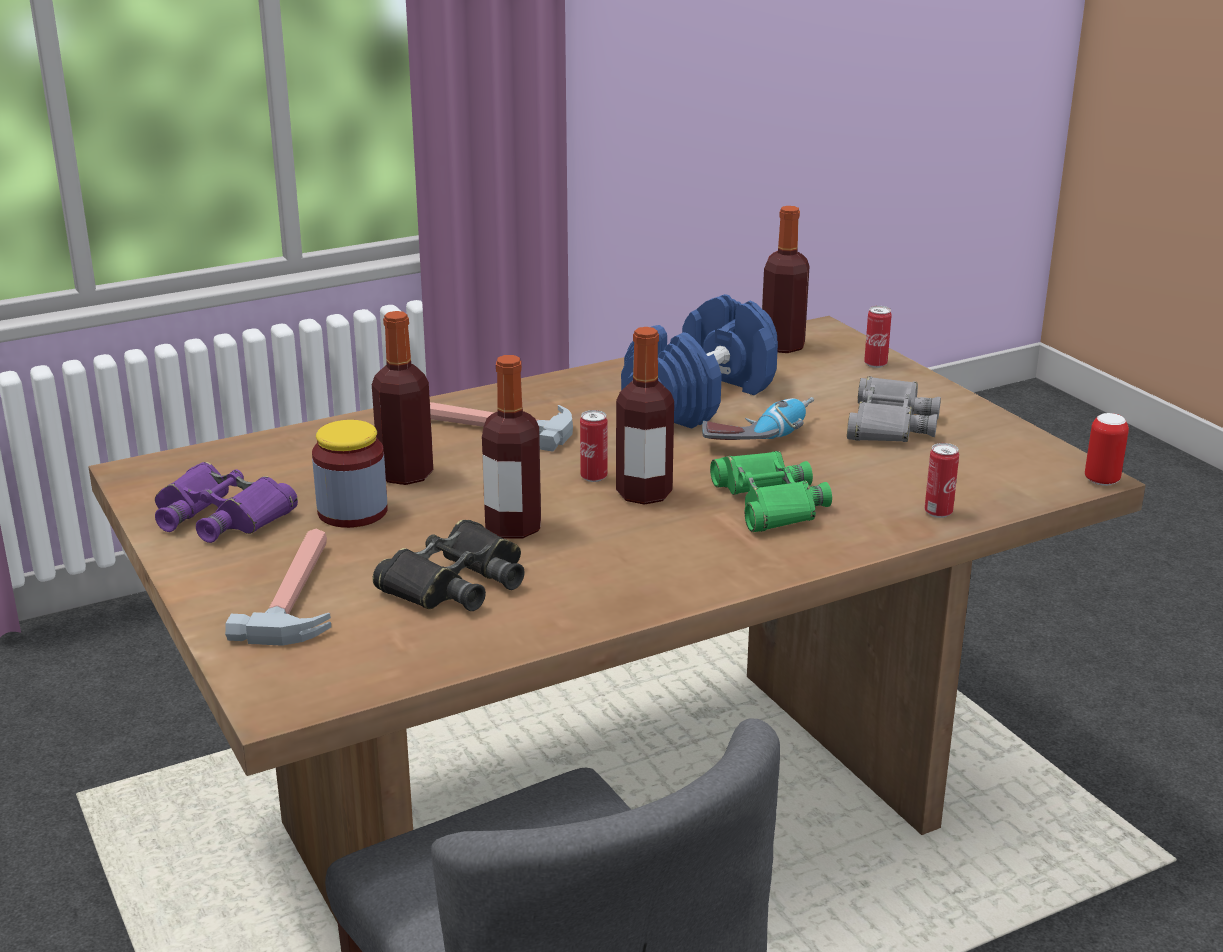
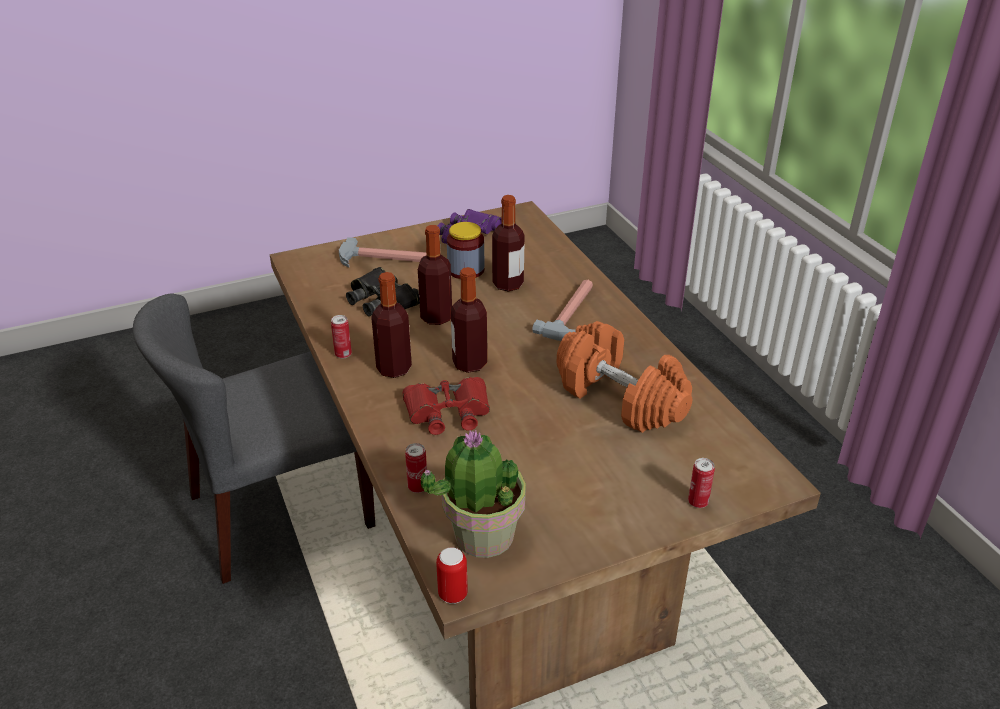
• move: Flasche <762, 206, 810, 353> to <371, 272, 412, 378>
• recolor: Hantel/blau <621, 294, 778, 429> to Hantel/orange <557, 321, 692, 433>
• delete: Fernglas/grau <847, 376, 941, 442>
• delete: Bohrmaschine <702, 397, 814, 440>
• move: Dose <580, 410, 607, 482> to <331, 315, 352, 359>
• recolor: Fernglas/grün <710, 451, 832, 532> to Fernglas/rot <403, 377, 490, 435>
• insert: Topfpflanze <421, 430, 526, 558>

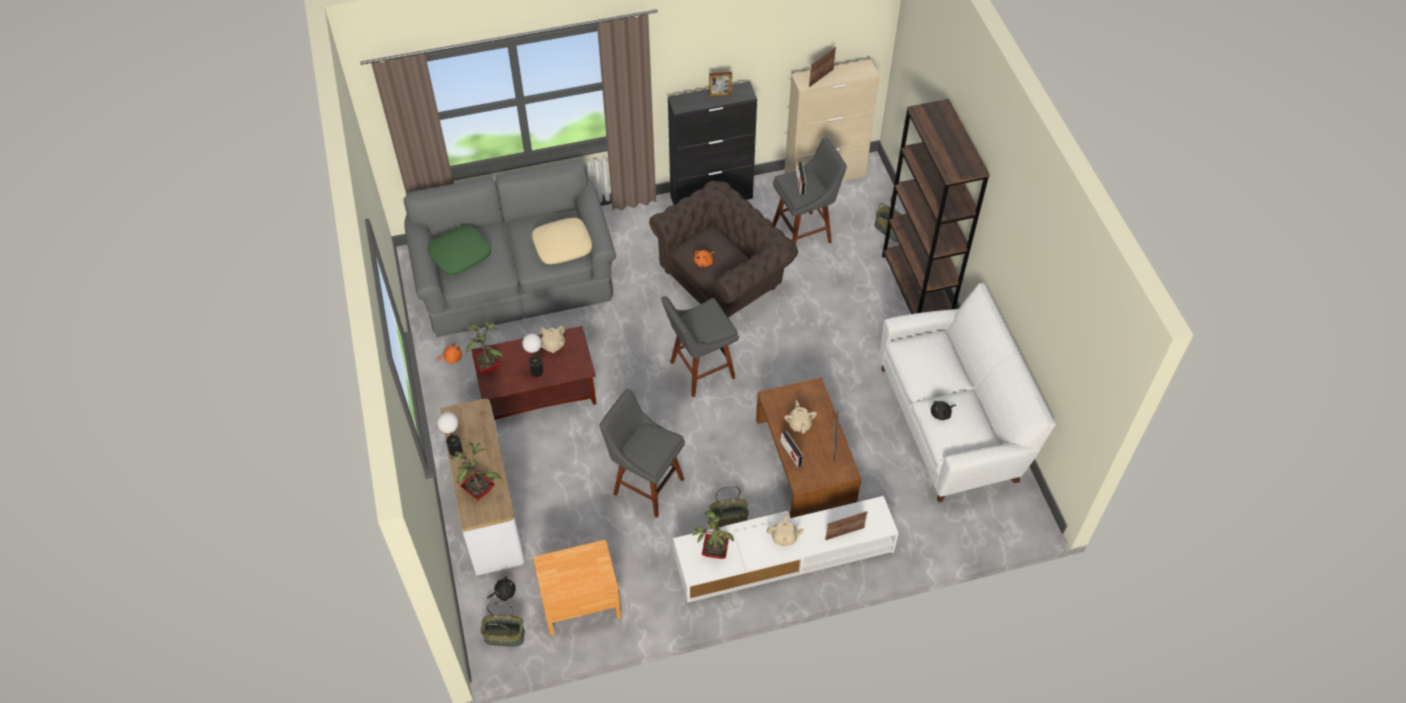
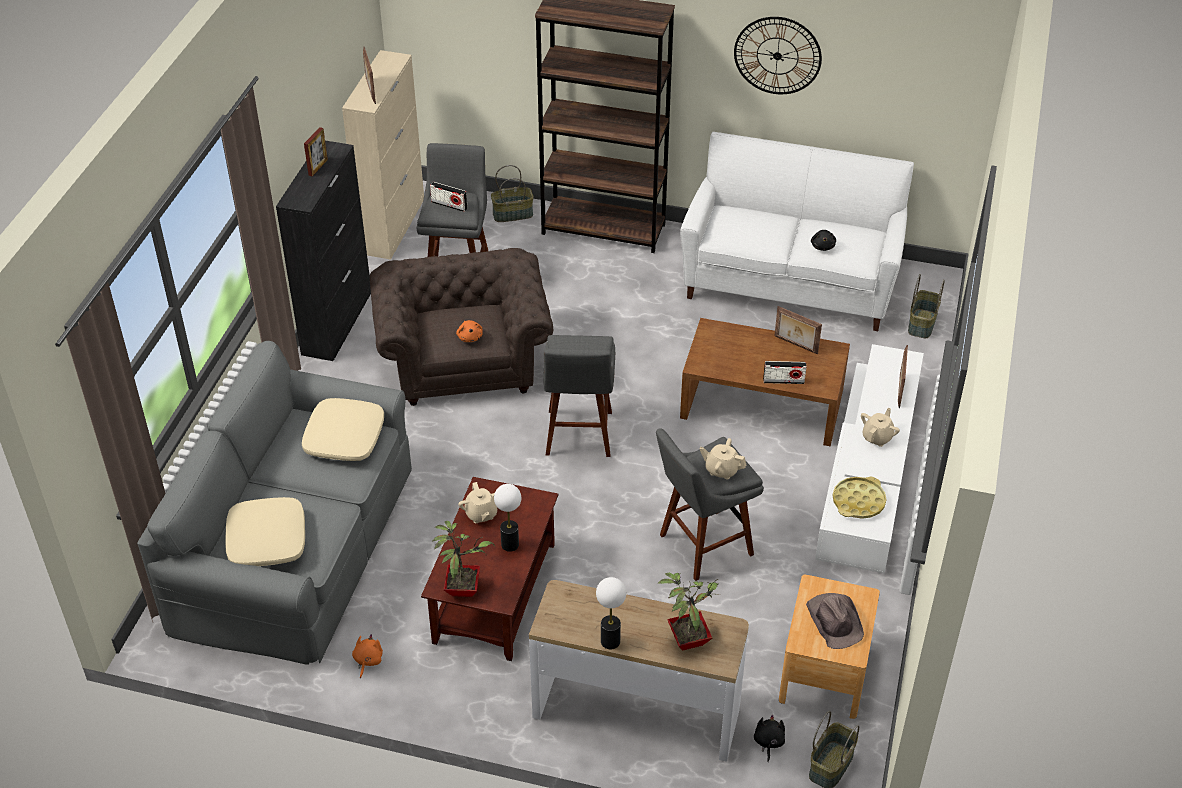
• recolor: Kissen/grün <427, 225, 491, 275> to Kissen/beige <225, 497, 305, 566>
• move: Teekanne/beige <784, 400, 817, 433> to <699, 438, 746, 479>
• move: Korb <708, 486, 749, 529> to <908, 274, 945, 338>
• replace: Topfpflanze <693, 511, 734, 559> to Tablett/gelb <833, 477, 887, 519>
• insert: Wanduhr <734, 17, 822, 94>
• insert: Hut/braun <806, 593, 864, 649>

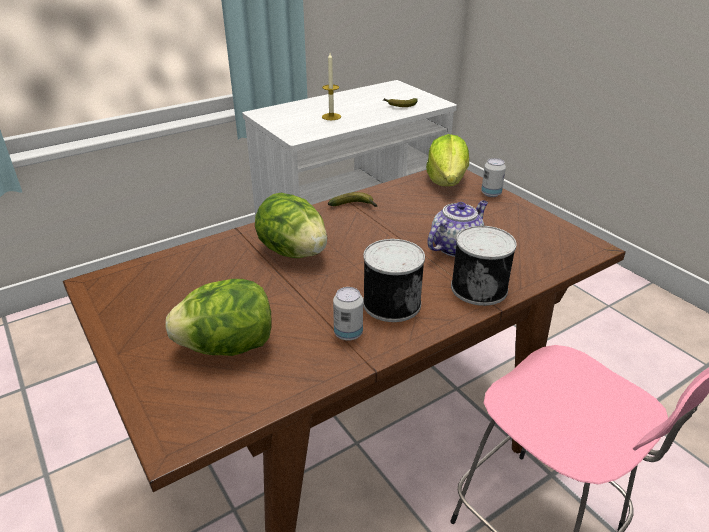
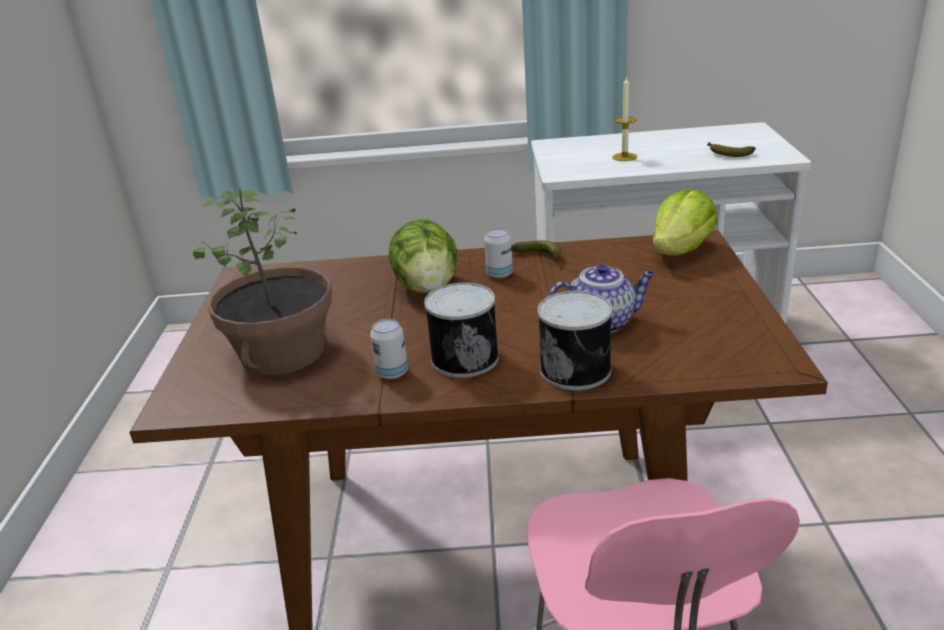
• move: Dose <481, 158, 506, 197> to <484, 228, 513, 279>
• replace: Salatkopf <165, 279, 272, 356> to Topfpflanze <193, 188, 332, 375>

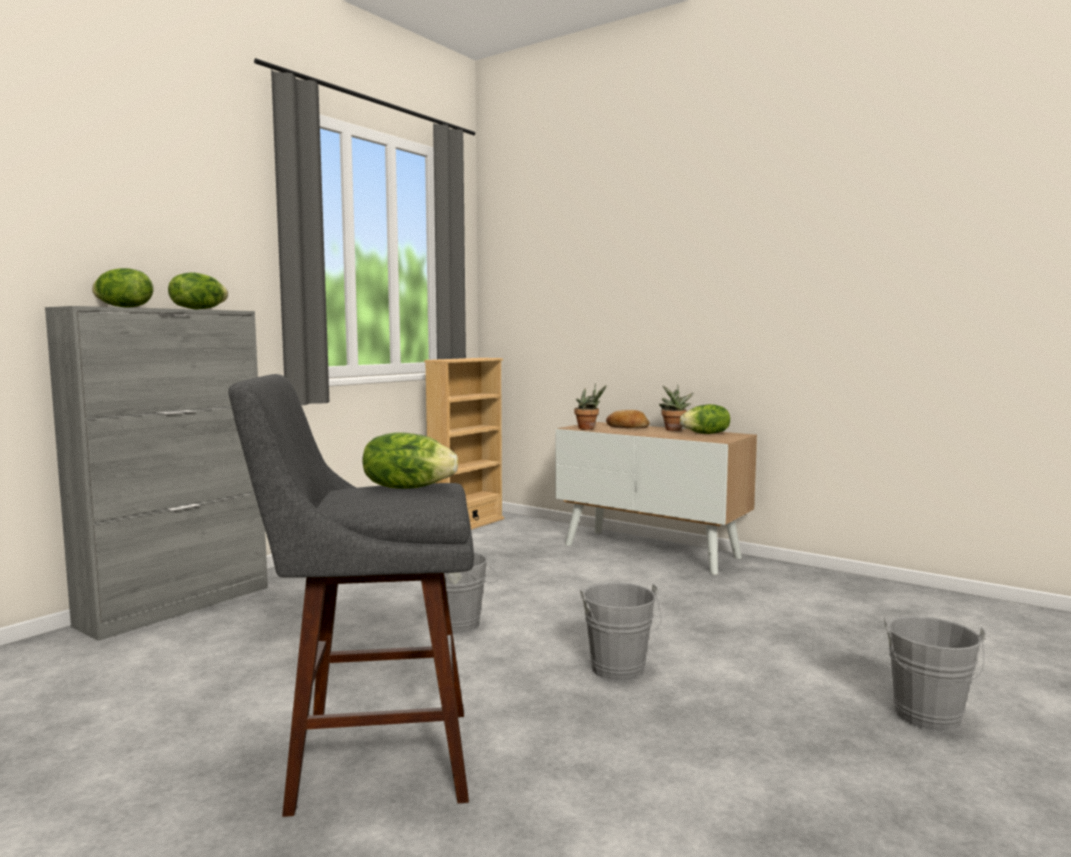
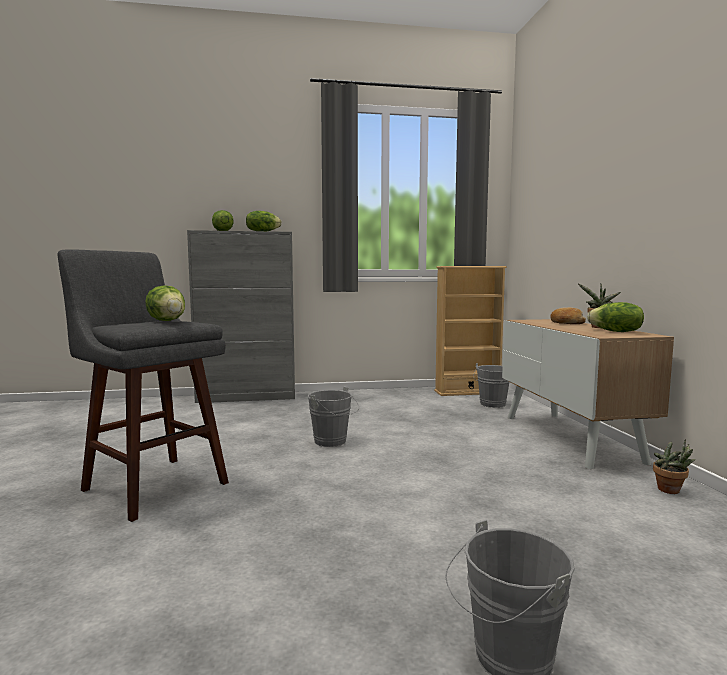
• move: Topfpflanze <574, 383, 607, 430> to <653, 439, 696, 494>
• move: Eimer/grau <580, 583, 662, 682> to <473, 363, 509, 408>

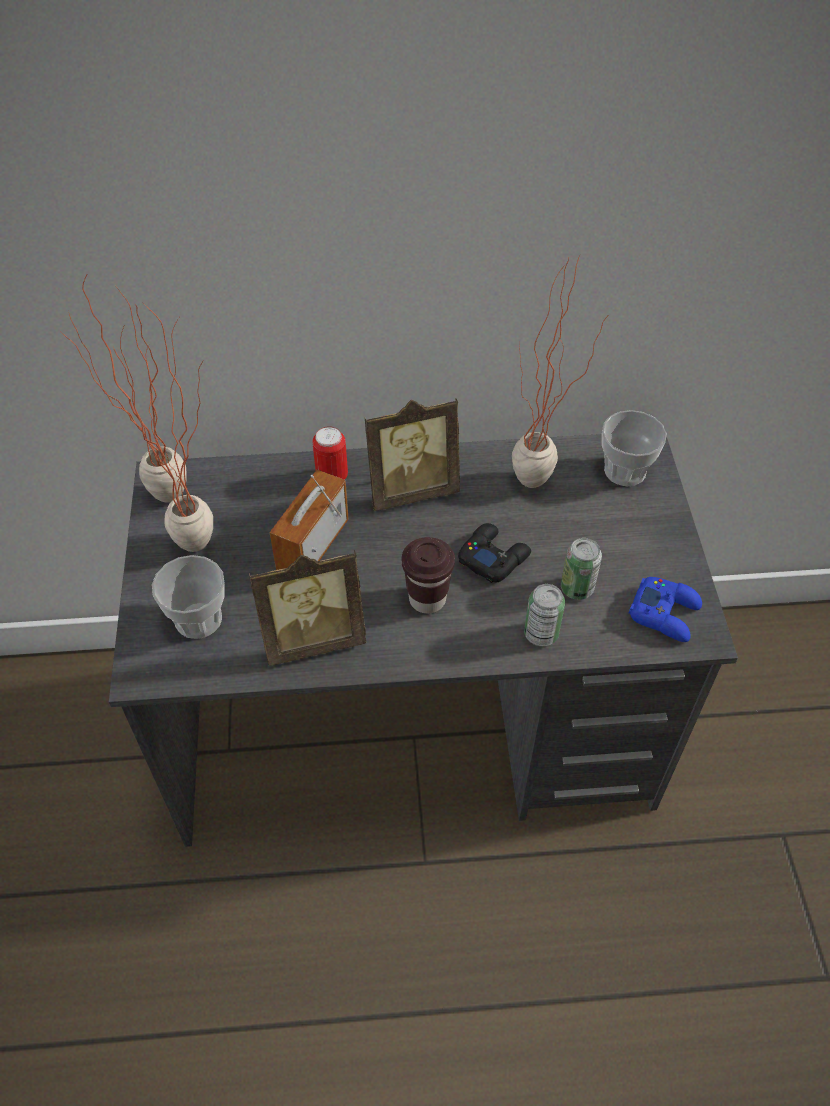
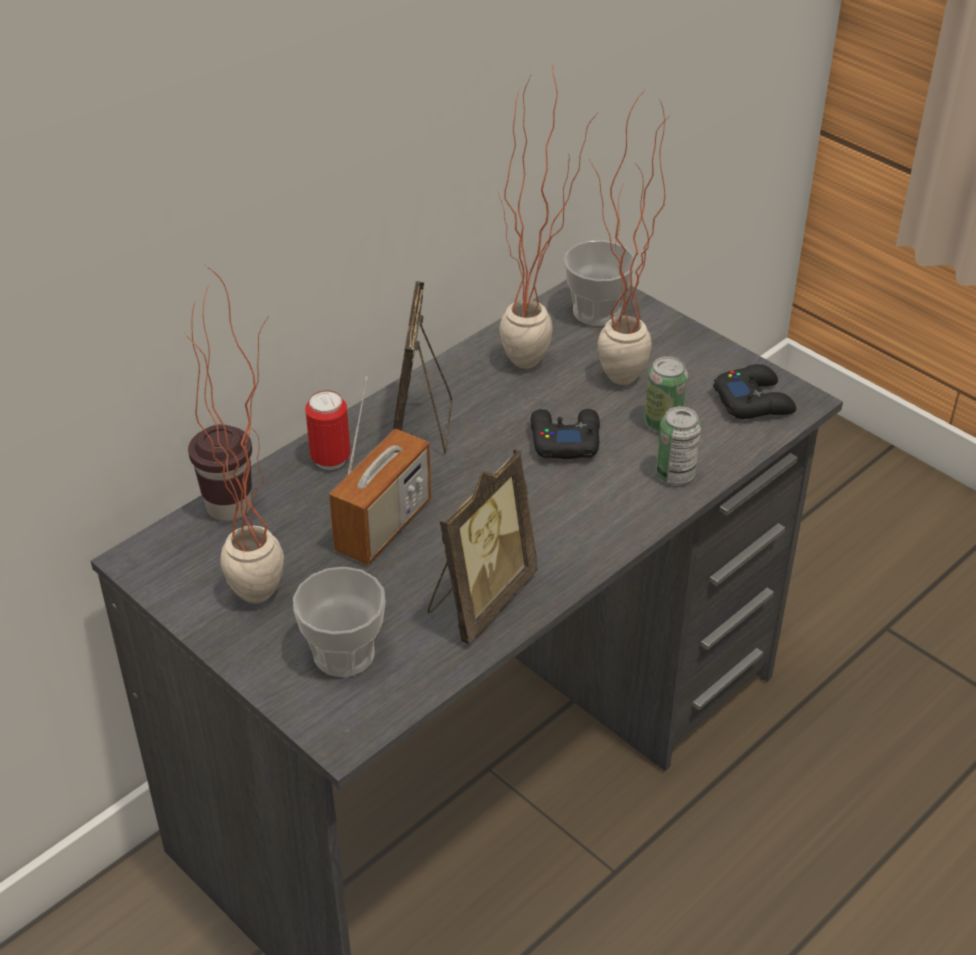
• move: Topfpflanze <59, 273, 187, 503> to <589, 90, 671, 385>
• rotate: Bilderrahmen <365, 399, 460, 511> = <392, 281, 452, 453> 150 degrees clockwise
• rotate: Radio <270, 470, 349, 570> = <329, 377, 431, 565> 135 degrees counterclockwise
• move: Tasse/braun <402, 537, 455, 613> to <188, 425, 252, 521>
• recolor: Gamepad/blau <629, 577, 702, 642> to Gamepad/schwarz <713, 364, 796, 419>

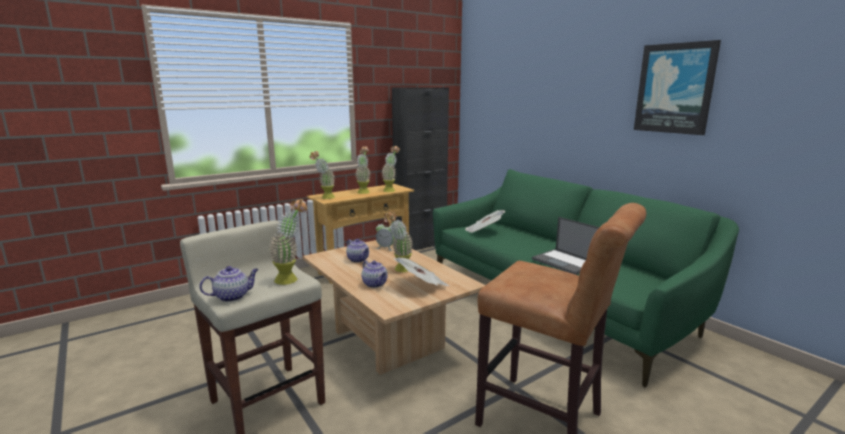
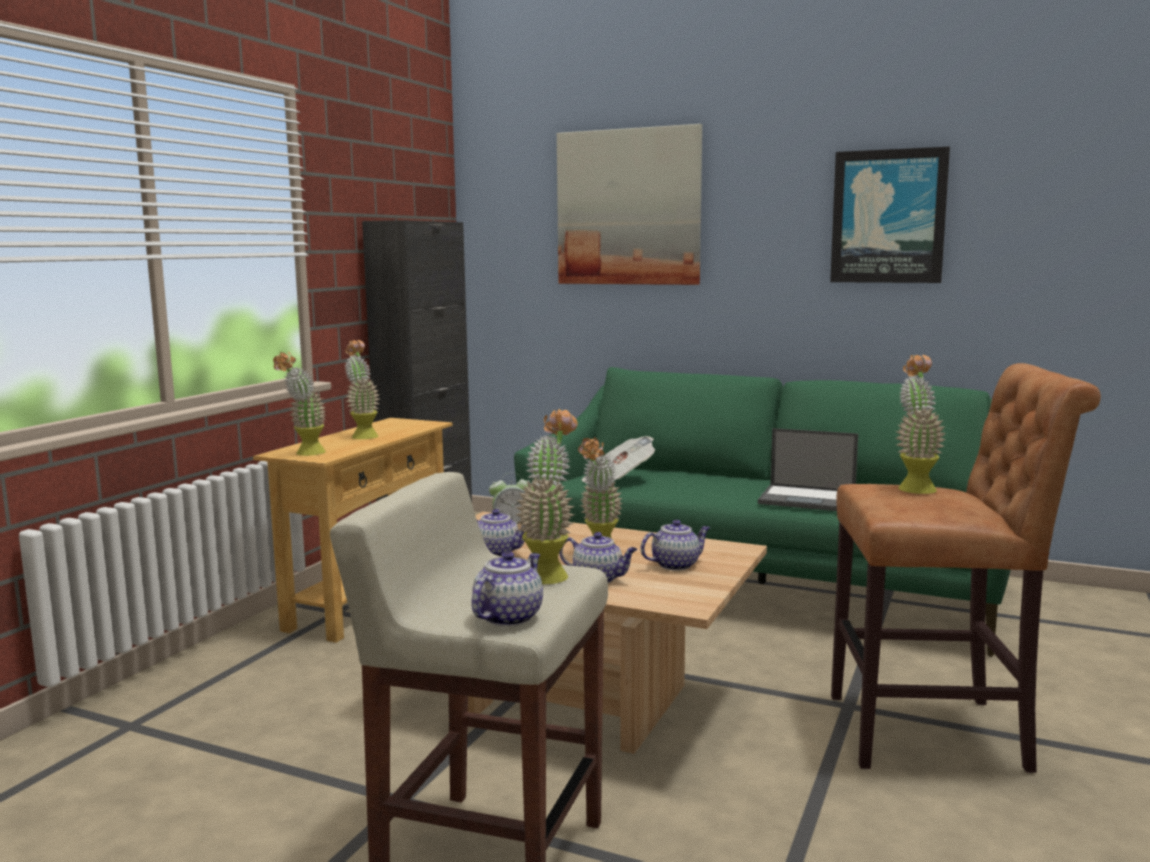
• move: Topfpflanze <381, 146, 400, 192> to <896, 355, 946, 494>
• replace: Zeitung <393, 257, 449, 286> to Teekanne <641, 520, 710, 571>
• insert: Bild <557, 124, 702, 285>

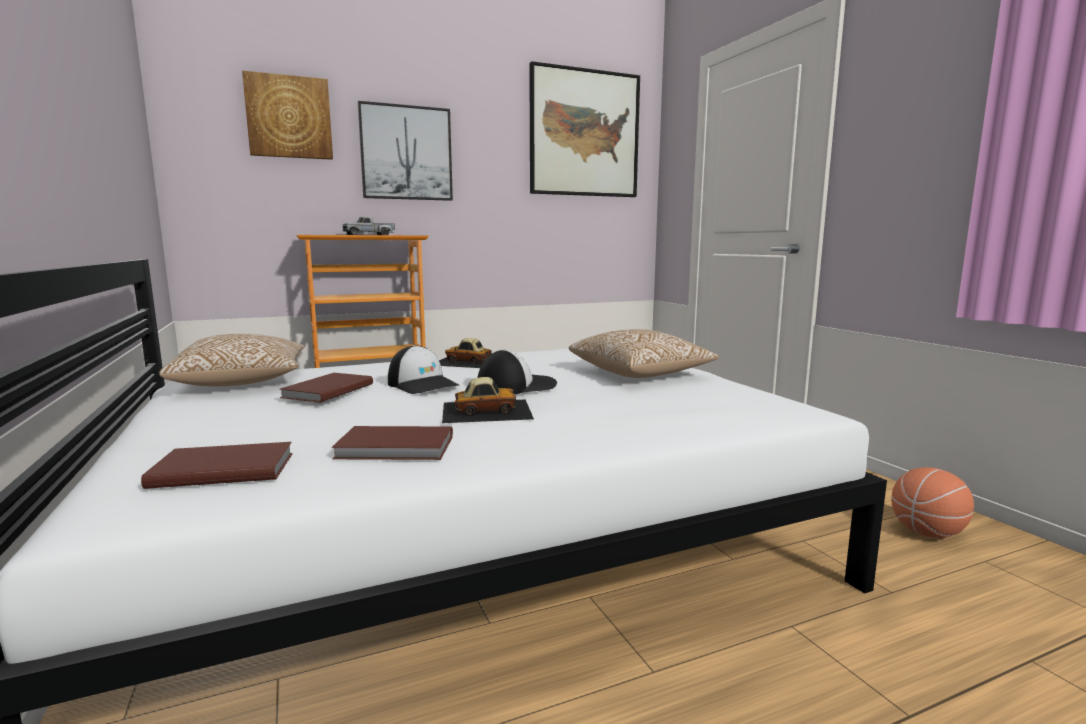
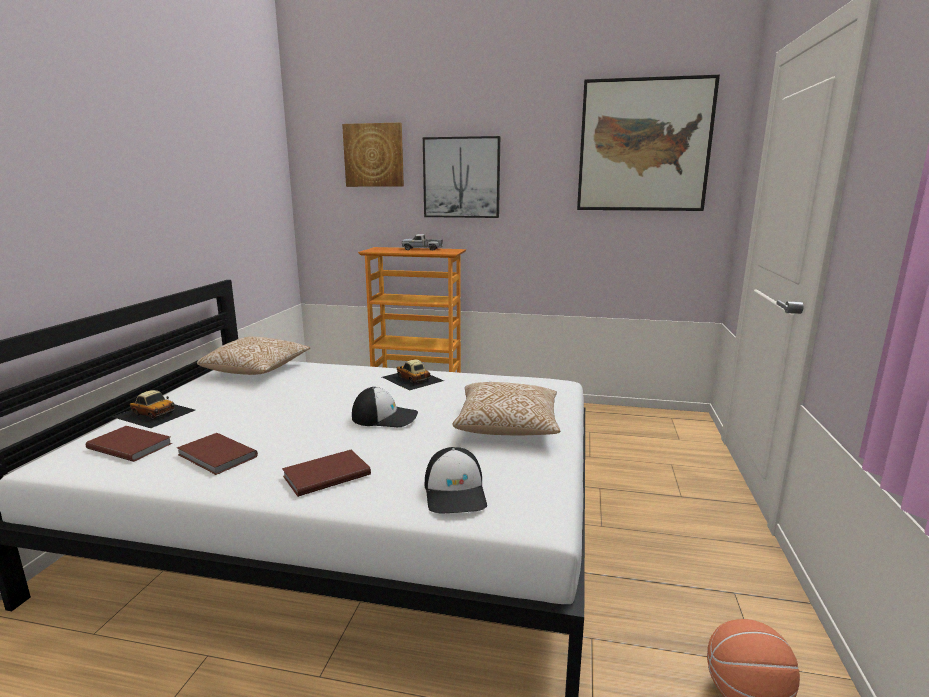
• move: Kappe <388, 345, 459, 394> to <425, 447, 487, 513>
• move: Buch/braun <280, 373, 373, 403> to <282, 449, 371, 497>
• move: Spielzeugauto <442, 377, 534, 423> to <113, 390, 195, 428>

